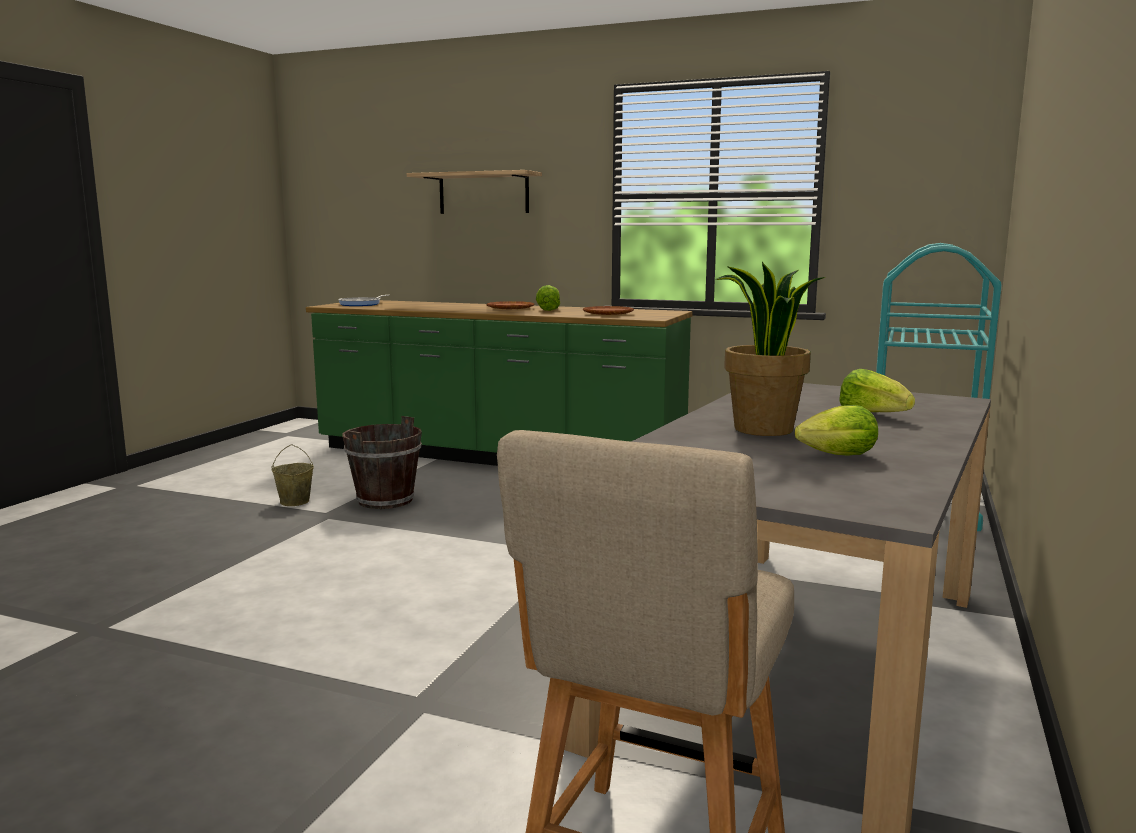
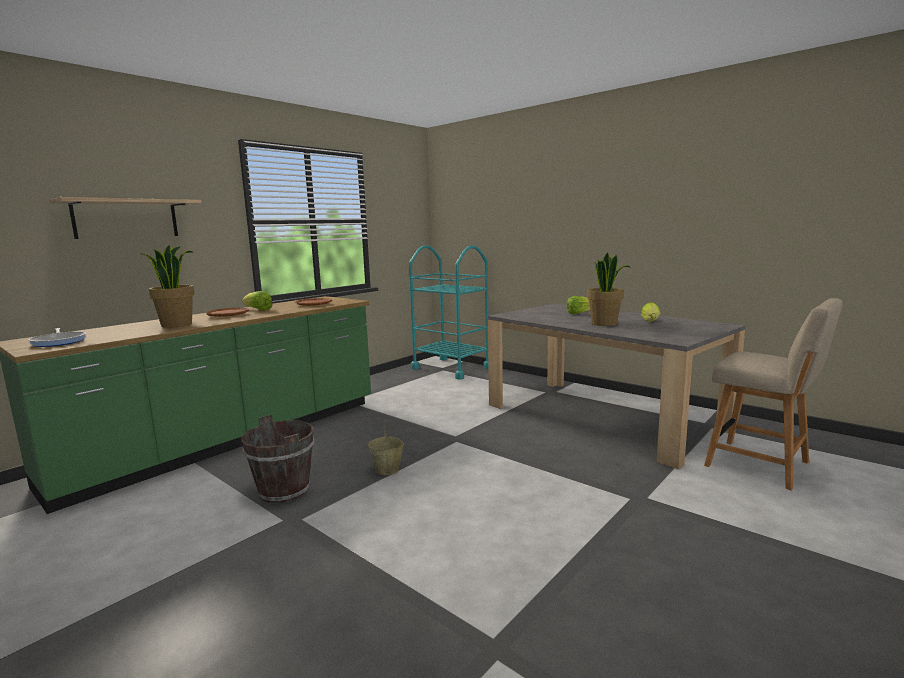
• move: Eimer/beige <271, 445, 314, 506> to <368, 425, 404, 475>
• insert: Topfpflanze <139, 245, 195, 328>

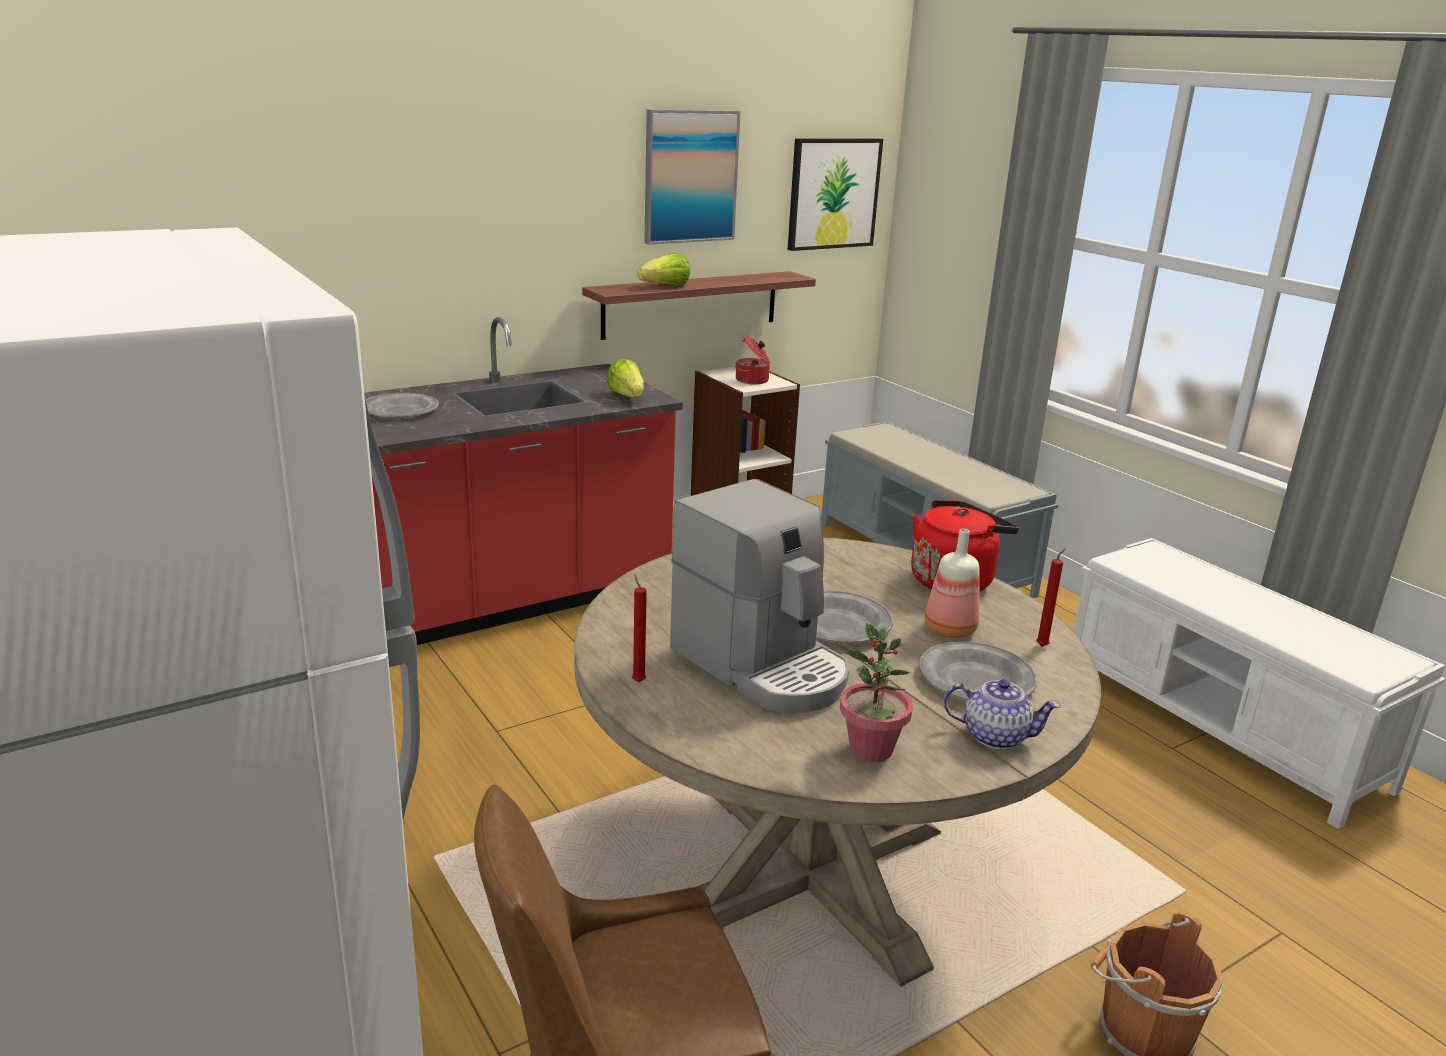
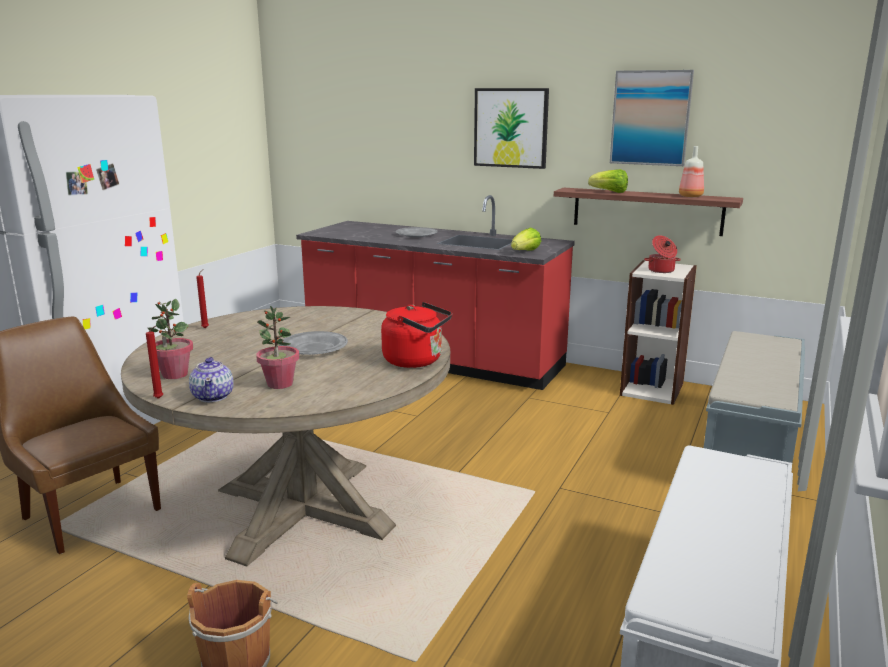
• move: Bild <788, 138, 883, 251> to <474, 88, 549, 169>
• delete: Kaffeemaschine <670, 479, 849, 713>
• move: Flasche <924, 529, 979, 638> to <679, 146, 704, 197>
• move: Kerze/rot <1036, 548, 1066, 647> to <146, 326, 163, 399>
• replace: Teller/grau <919, 642, 1038, 701> to Topfpflanze <256, 306, 299, 389>

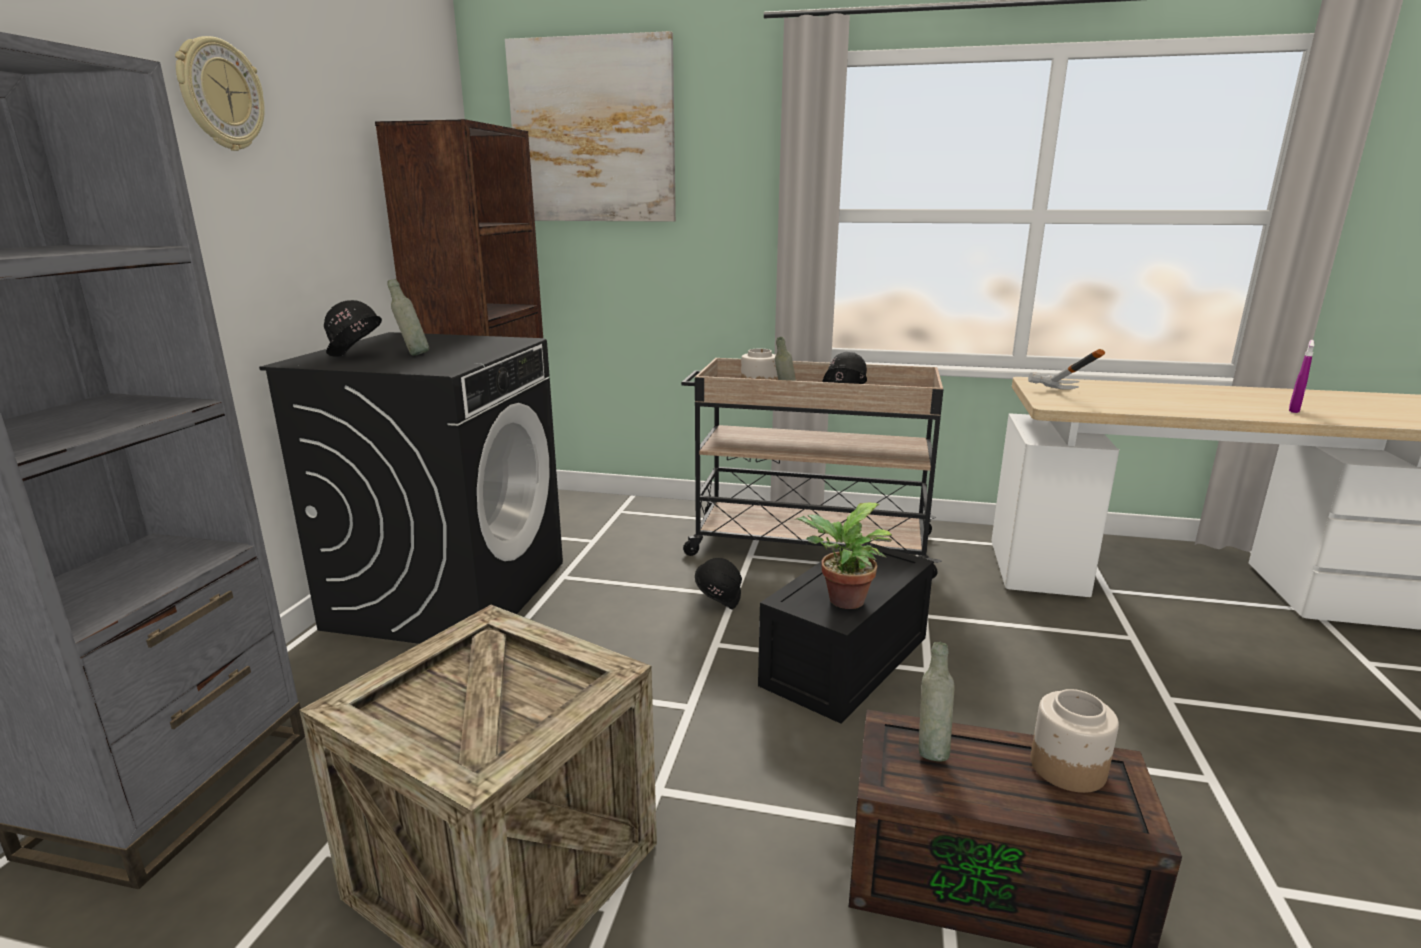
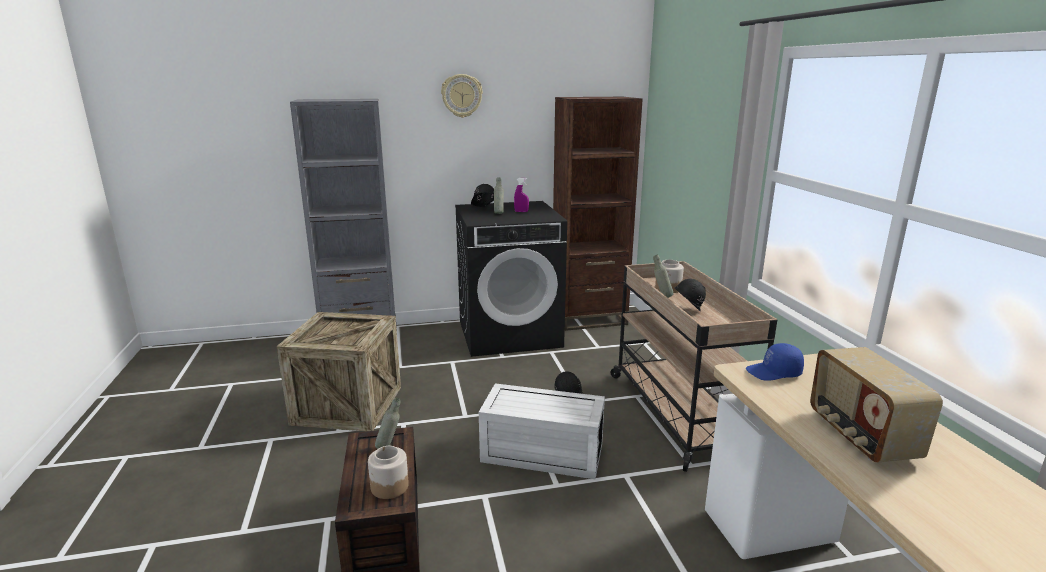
• delete: Bild <505, 31, 676, 222>
• move: Sprühflasche/lila <1289, 340, 1314, 413> to <514, 178, 529, 212>
• replace: Hammer <1028, 349, 1105, 390> to Kappe/blau <746, 343, 804, 381>
• delete: Topfpflanze <794, 503, 892, 609>
• recolor: Aufbewahrungsbox/schwarz <758, 542, 934, 724> to Aufbewahrungsbox/weiß <479, 383, 605, 480>
• insert: Radio <810, 347, 943, 463>

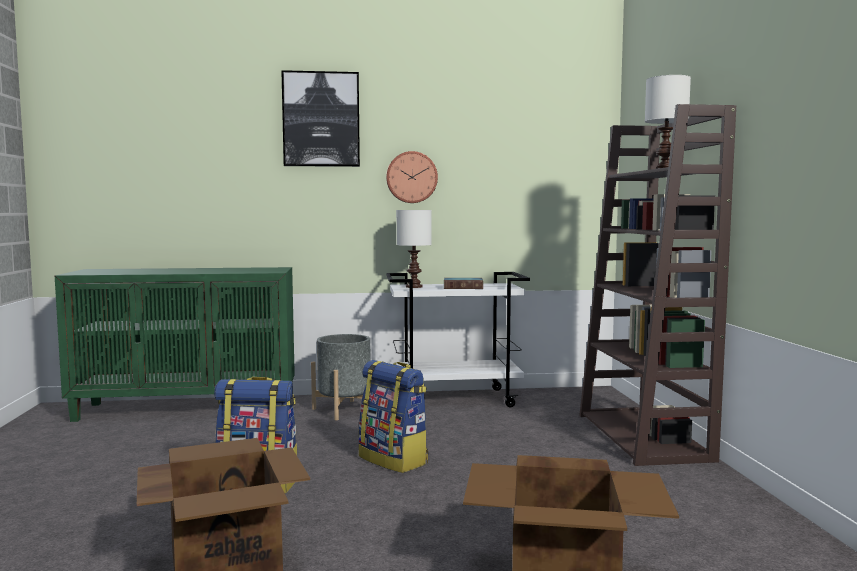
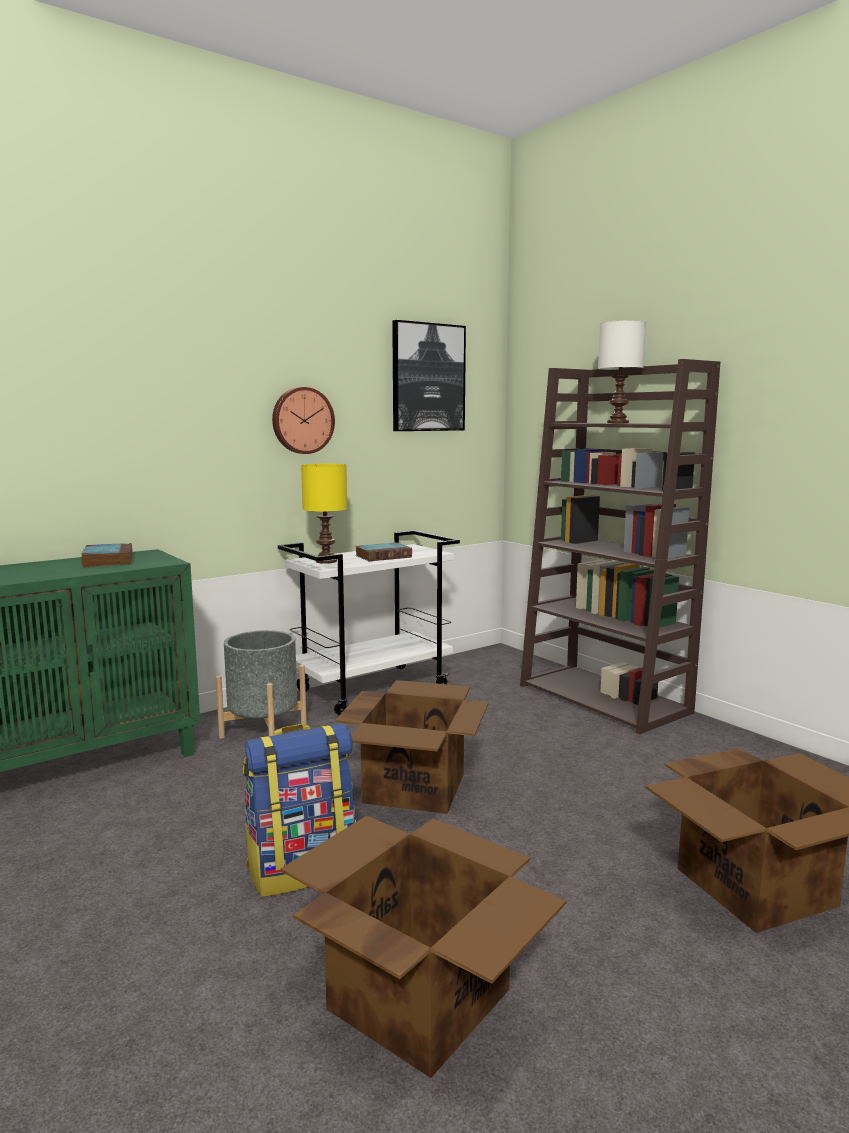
• move: Bild <281, 70, 360, 167> to <392, 320, 466, 431>
• recolor: Tischlampe/weiß <396, 210, 432, 288> to Tischlampe/gelb <301, 463, 347, 564>
• replace: Rucksack <359, 360, 428, 473> to Karton <335, 680, 489, 814>
• insert: Buch <81, 543, 132, 568>

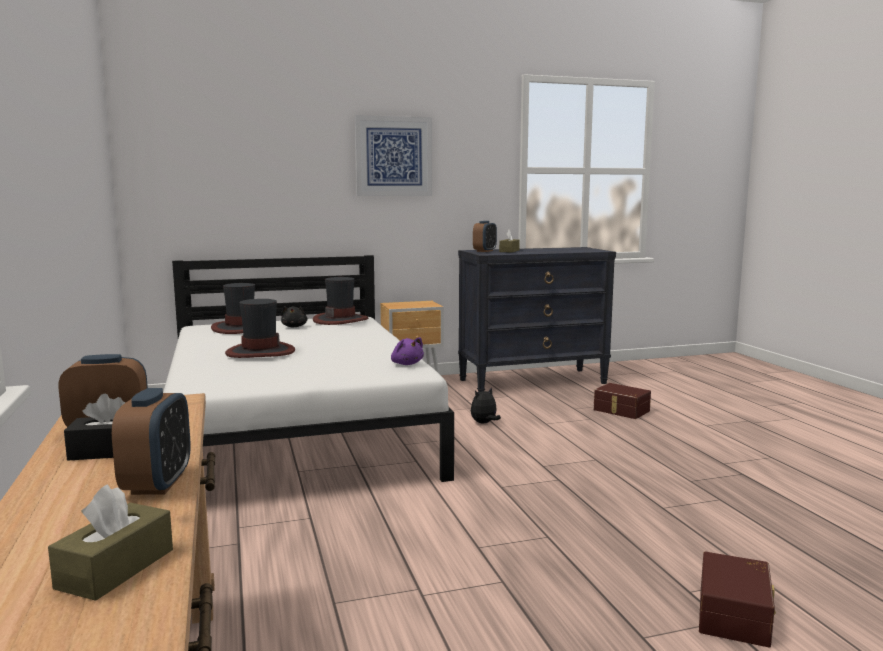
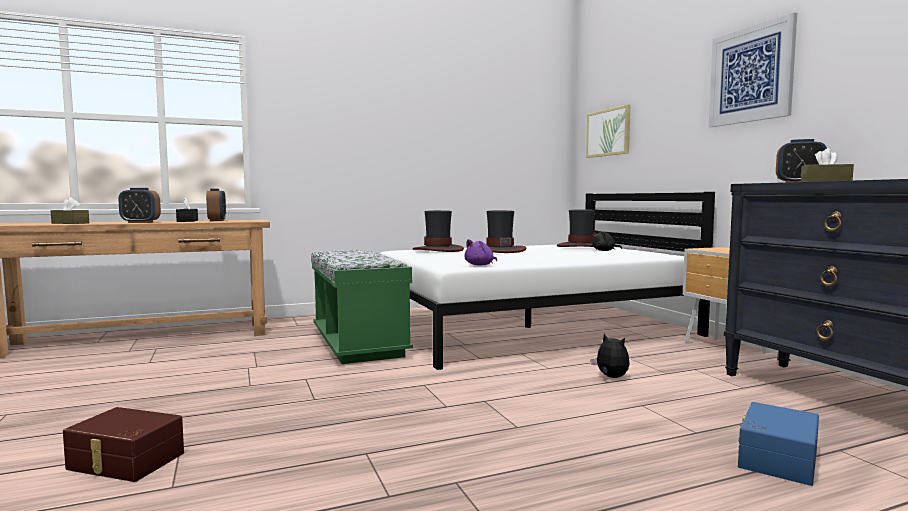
• move: Hut <313, 277, 368, 325> to <413, 210, 464, 252>
• recolor: Aufbewahrungsbox/braun <594, 383, 651, 419> to Aufbewahrungsbox/blau <738, 402, 819, 486>
• insert: Bild <586, 104, 630, 158>
• insert: Bank/grün <311, 250, 413, 364>

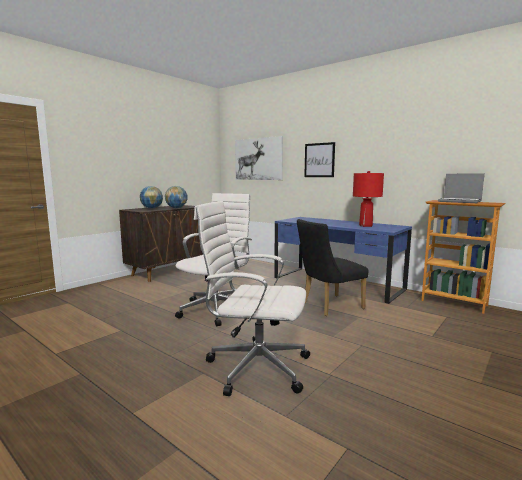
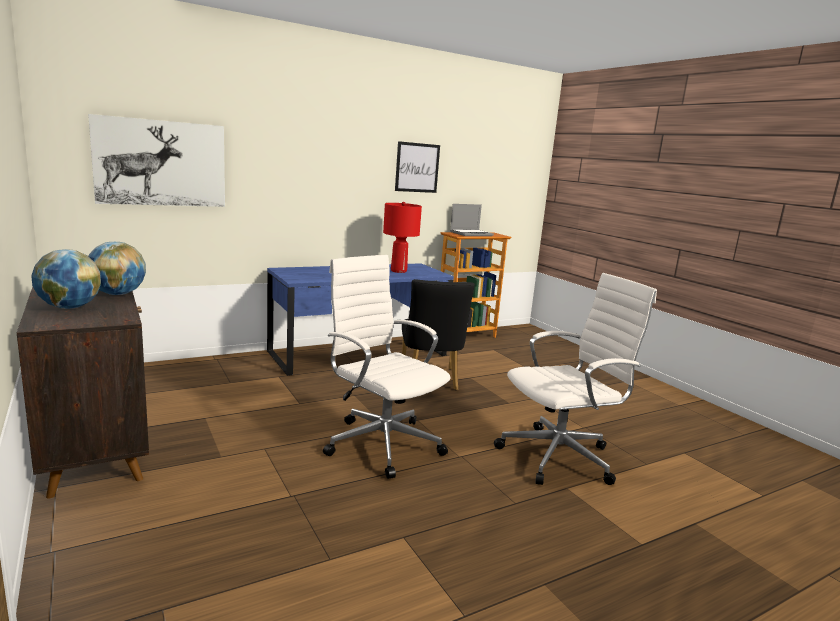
• move: Bild <304, 142, 335, 177> to <395, 141, 440, 193>
• rotate: Bürostuhl/weiß <194, 201, 310, 396> = <494, 273, 657, 485> 150 degrees counterclockwise

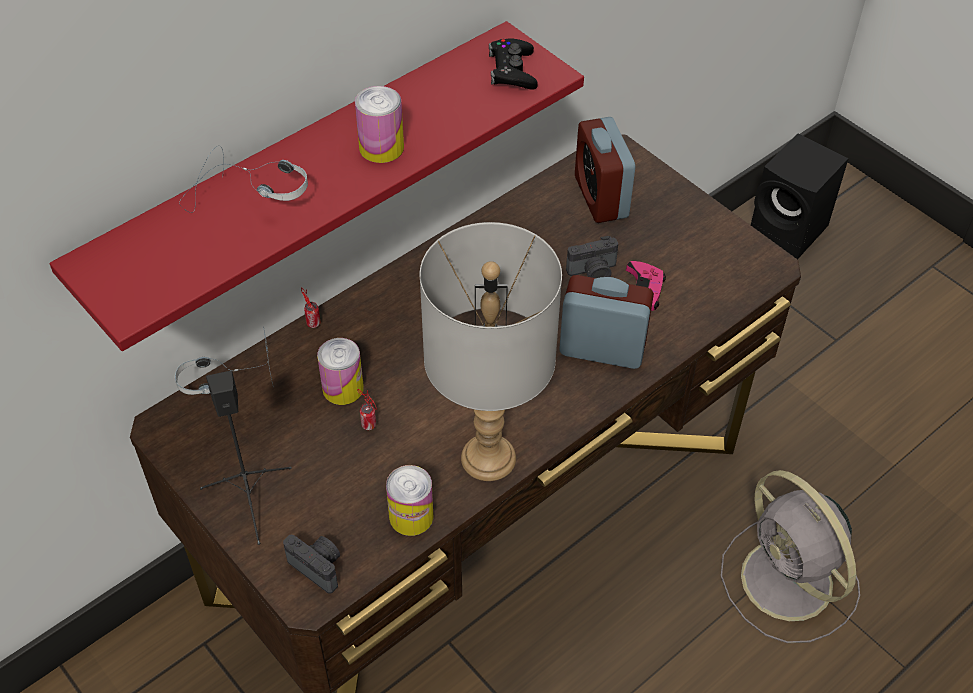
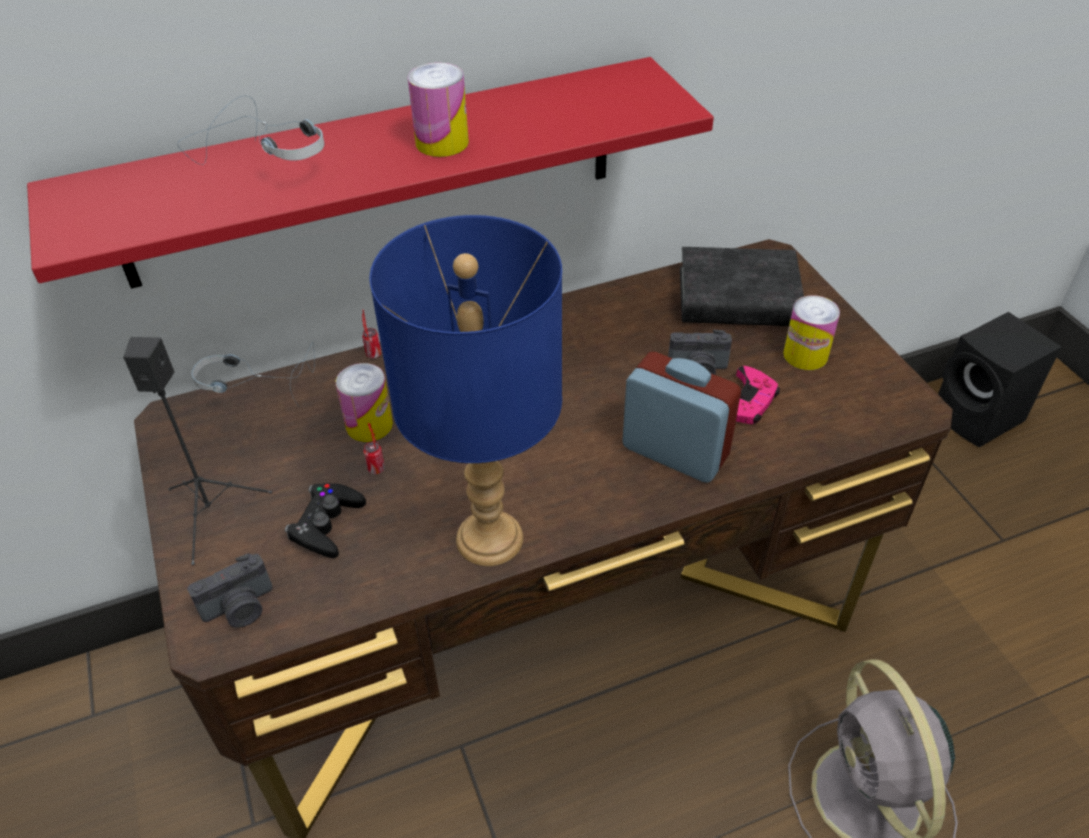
• move: Gamepad/schwarz <489, 38, 538, 90> to <285, 483, 366, 558>
• replace: Wecker <575, 117, 635, 223> to Buch/schwarz <680, 247, 804, 326>
• recolor: Tischlampe/grau <420, 222, 562, 481> to Tischlampe/blau <369, 215, 562, 566>
• move: Dose <386, 465, 433, 536> to <783, 295, 840, 370>
• rotate: Kamera <283, 535, 340, 593> = <187, 553, 273, 628> 90 degrees clockwise

